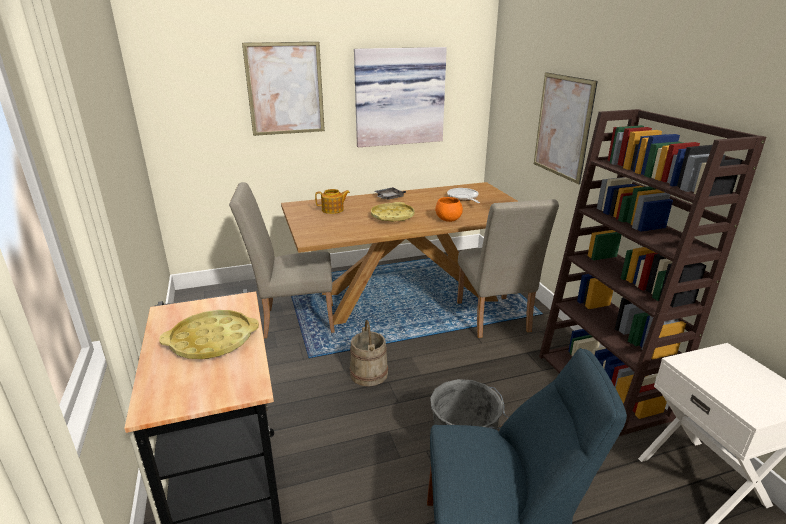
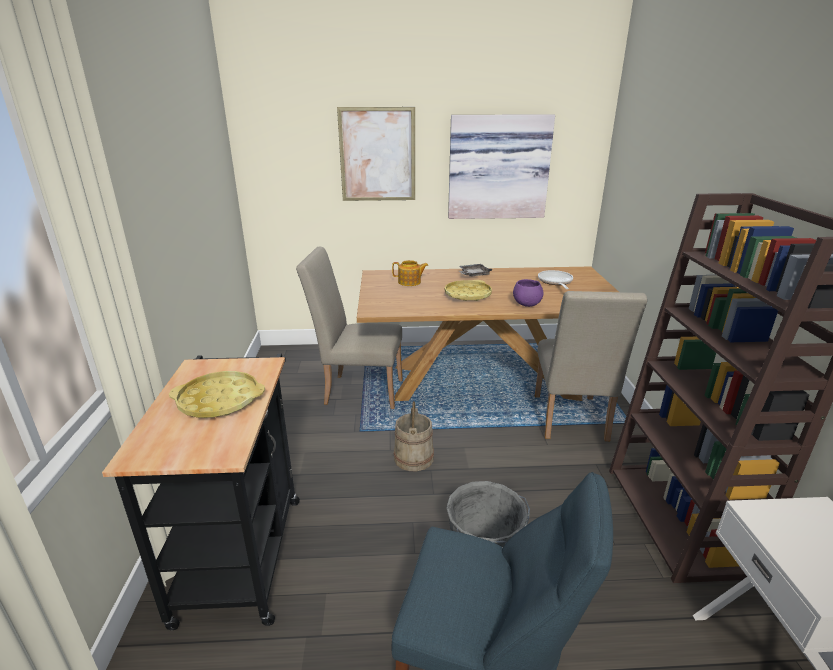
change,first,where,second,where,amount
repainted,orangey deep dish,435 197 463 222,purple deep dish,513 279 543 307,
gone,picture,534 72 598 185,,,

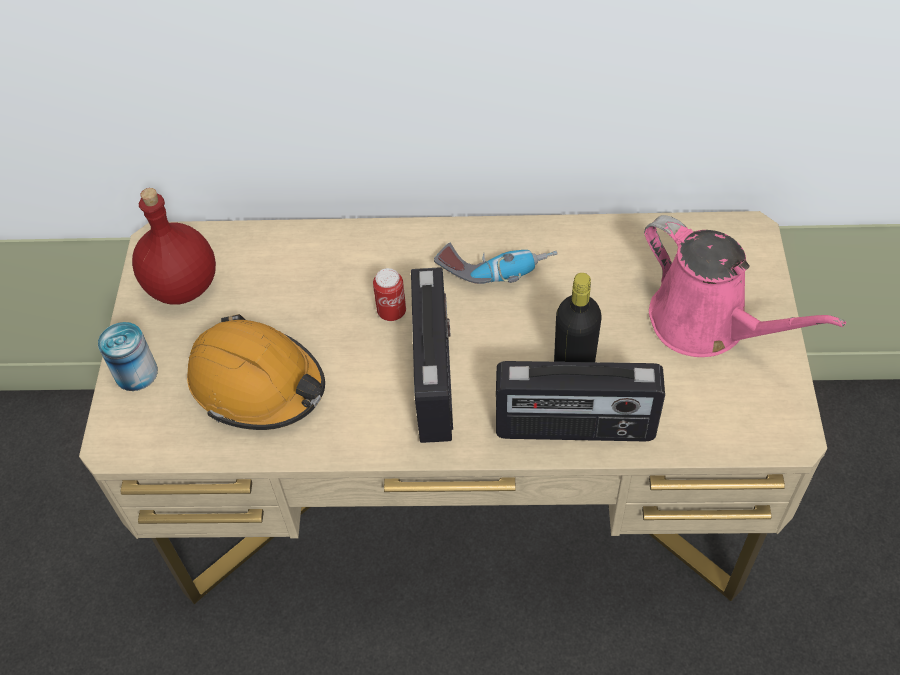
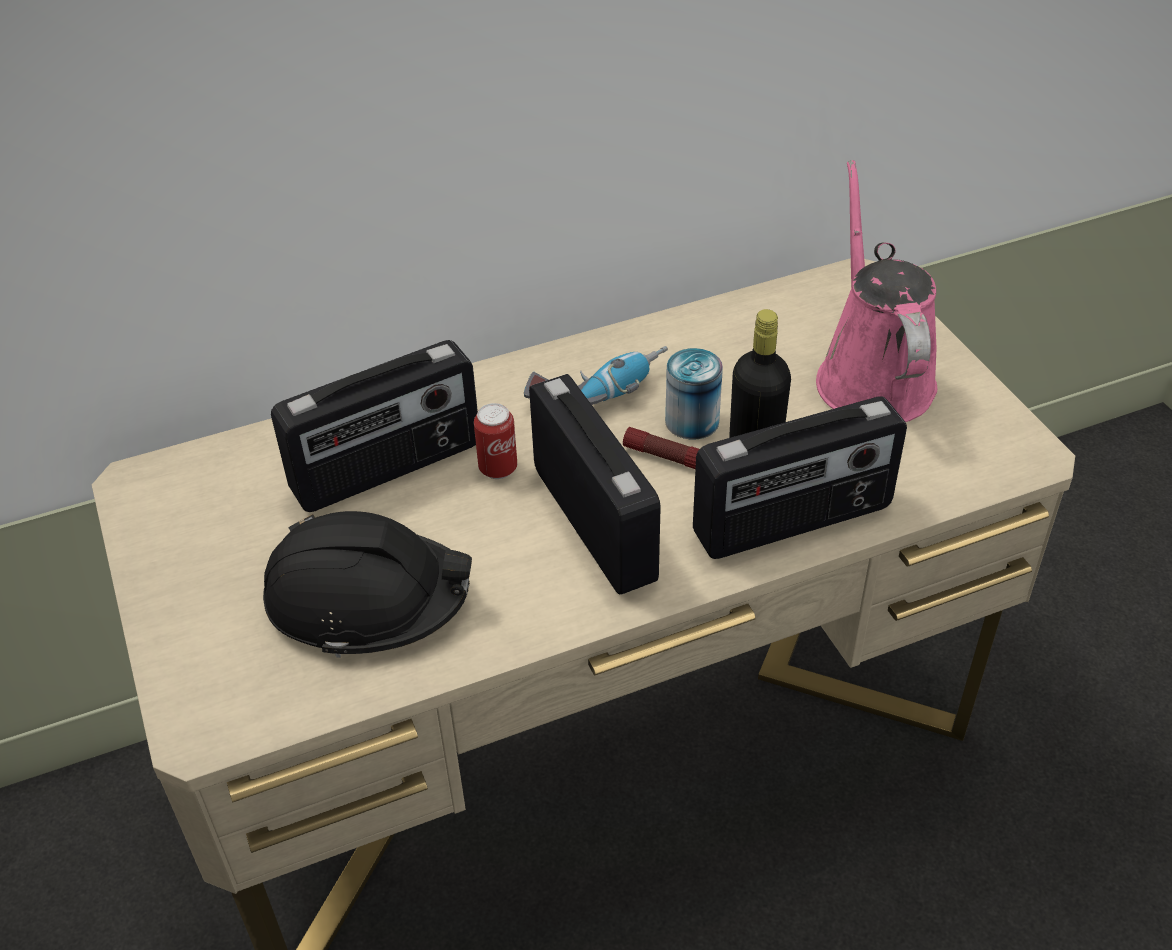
change,first,where,second,where,amount
shifted,can,98 322 158 391,,665 348 723 440,
gone,red beverage bottle,132 188 216 305,,,
repainted,orangey work helmet,187 314 325 430,blackish work helmet,263 511 472 658,
rotated,pink-coloured watering can,644 215 846 357,,816 160 937 422,120 degrees counterclockwise
new,,,radio set,271 340 478 512,
new,,,flashlight,623 427 700 469,

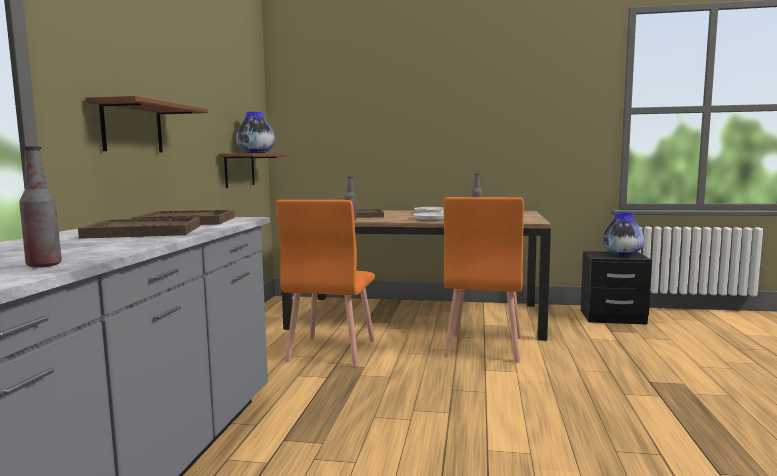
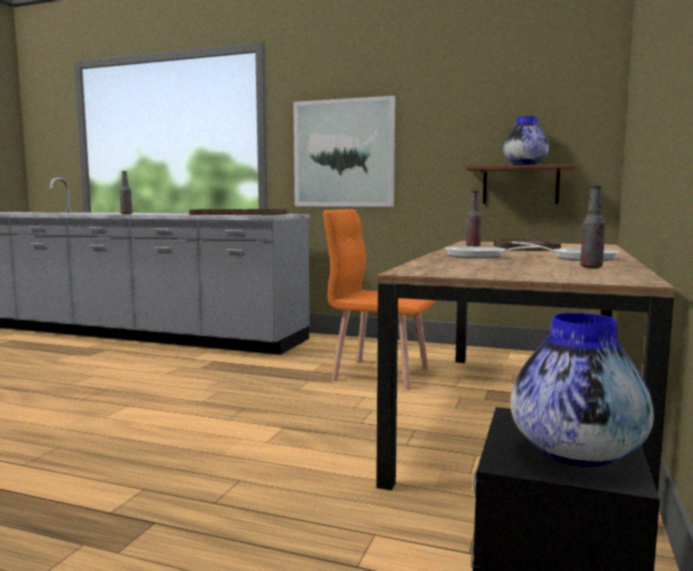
change,first,where,second,where,amount
swapped,bracket shelf,85 96 208 152,picture,293 96 395 207,
gone,orangey upright chair,444 197 524 363,,,

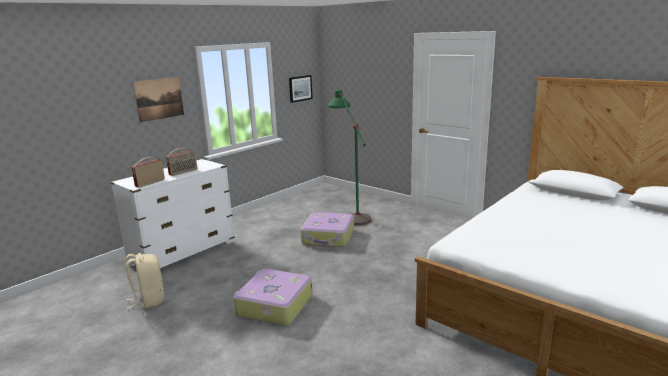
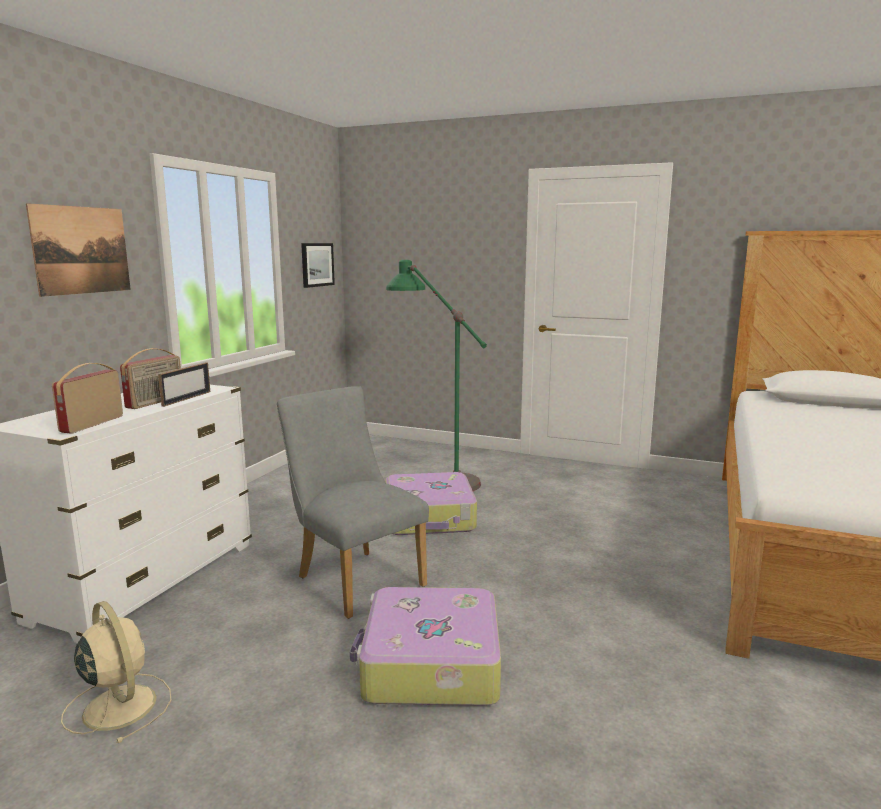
change,first,where,second,where,amount
swapped,sand-coloured backpack,126 253 164 309,sand-coloured cooling fan,61 601 172 743,
new,,,standing frame,158 362 210 407,
new,,,gray upright chair,277 386 429 619,

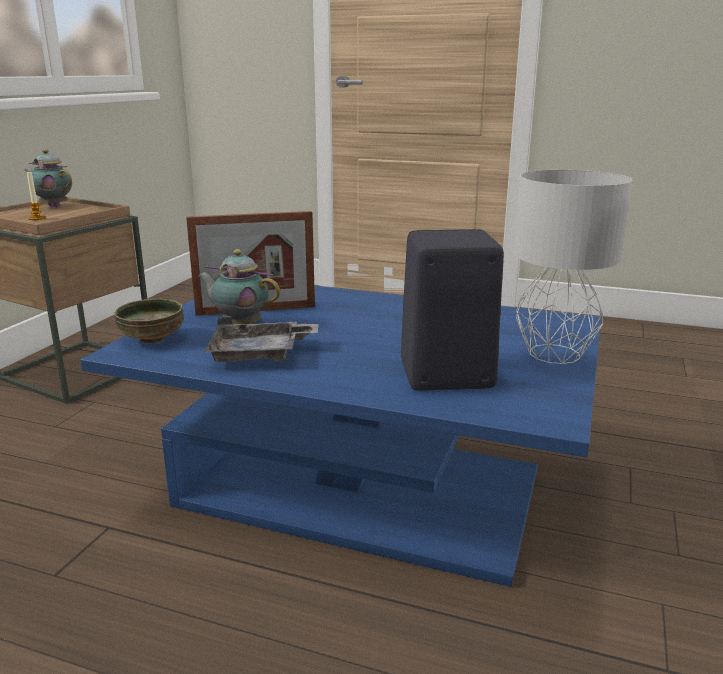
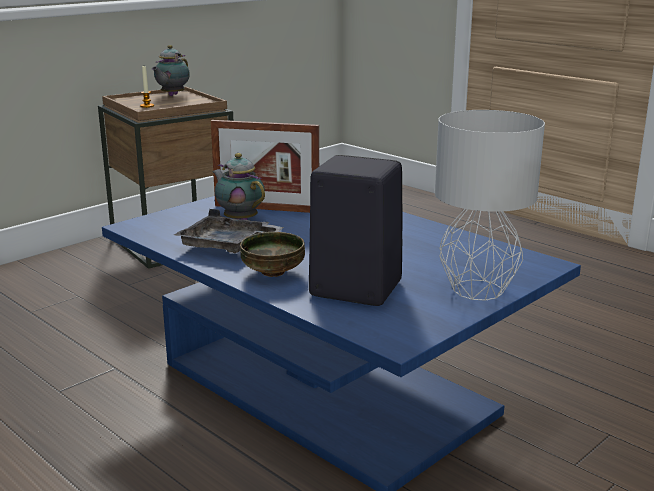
change,first,where,second,where,amount
rotated,tea pot,25 149 72 207,,152 45 190 96,120 degrees counterclockwise
shifted,deep dish,114 299 184 343,,240 232 305 277,

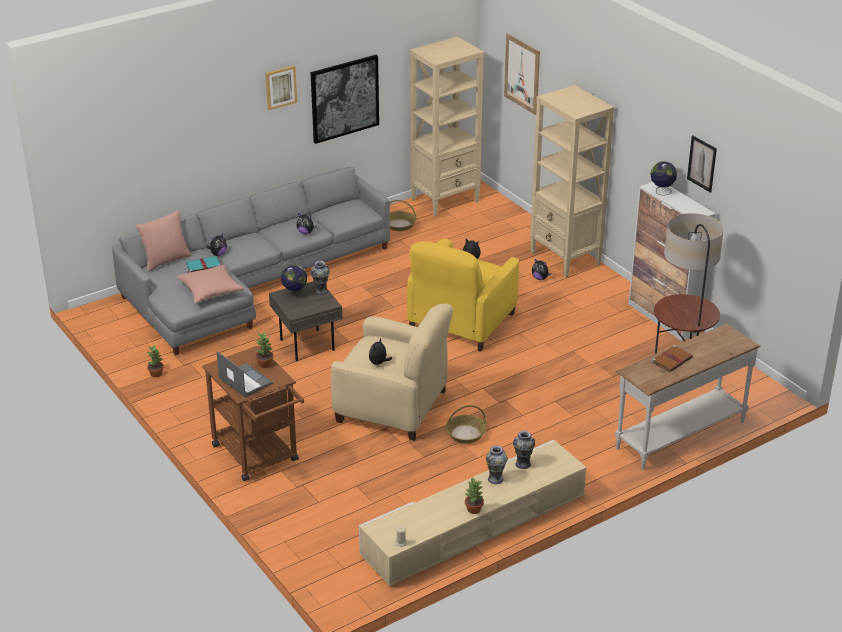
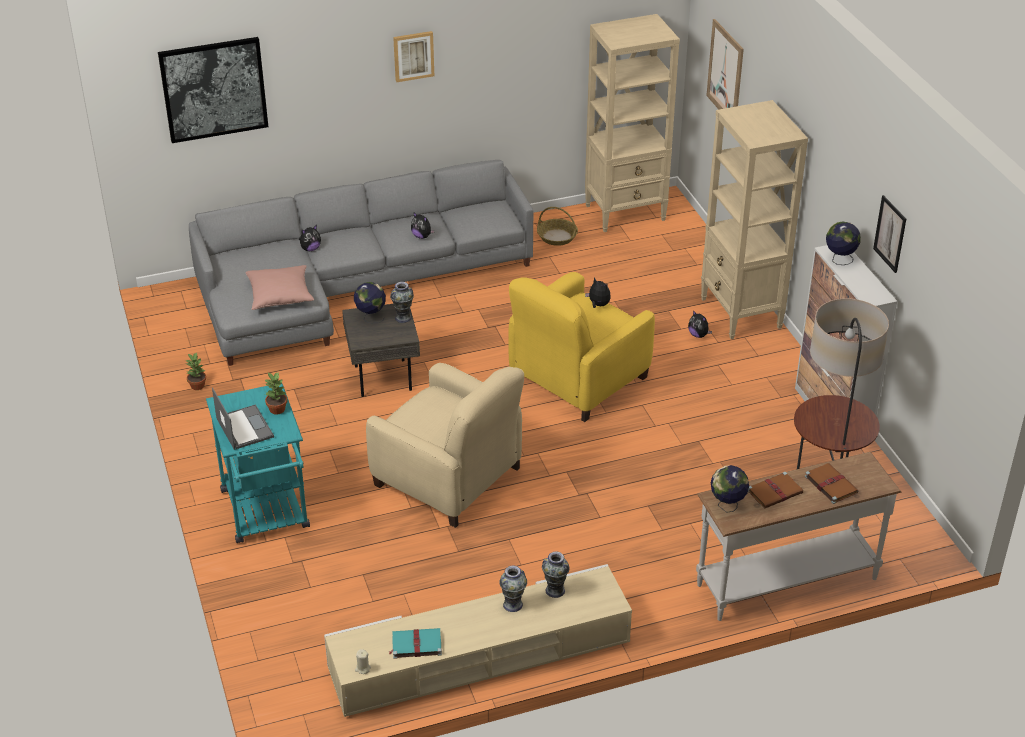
change,first,where,second,where,amount
gone,pink-coloured cushion,136 210 192 272,,,
shifted,turquoise-coloured bound book,186 256 221 273,,389 628 442 659,
repainted,brown wheeled cart,202 345 304 481,turquoise-coloured wheeled cart,206 383 310 543,
shifted,picture,311 55 379 144,,158 37 268 143,
gone,soft toy,369 338 392 365,,,
gone,household basket,445 405 487 444,,,
gone,houseplant,465 478 484 514,,,
new,,,desk globe,711 465 749 513,
new,,,brown bound book,805 463 859 504,

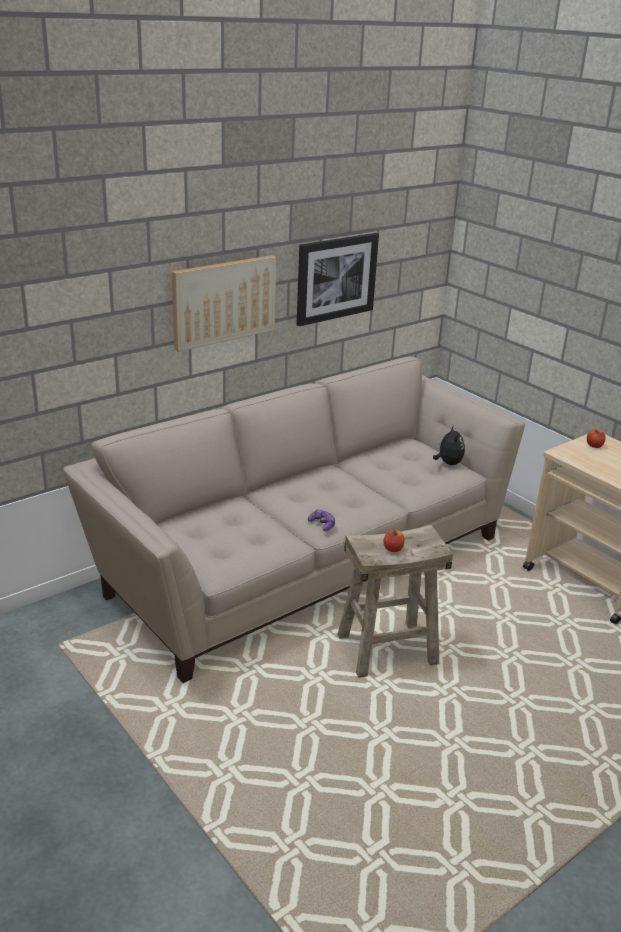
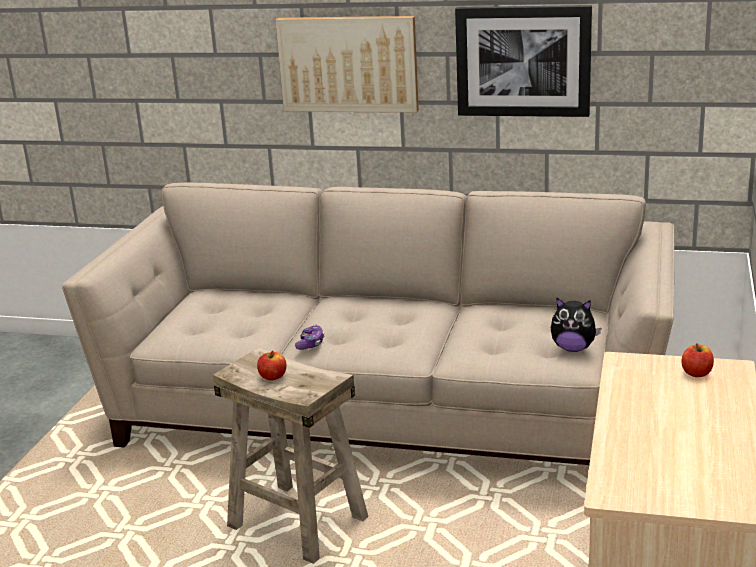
change,first,where,second,where,amount
rotated,soft toy,433 425 465 465,,551 298 601 352,60 degrees clockwise

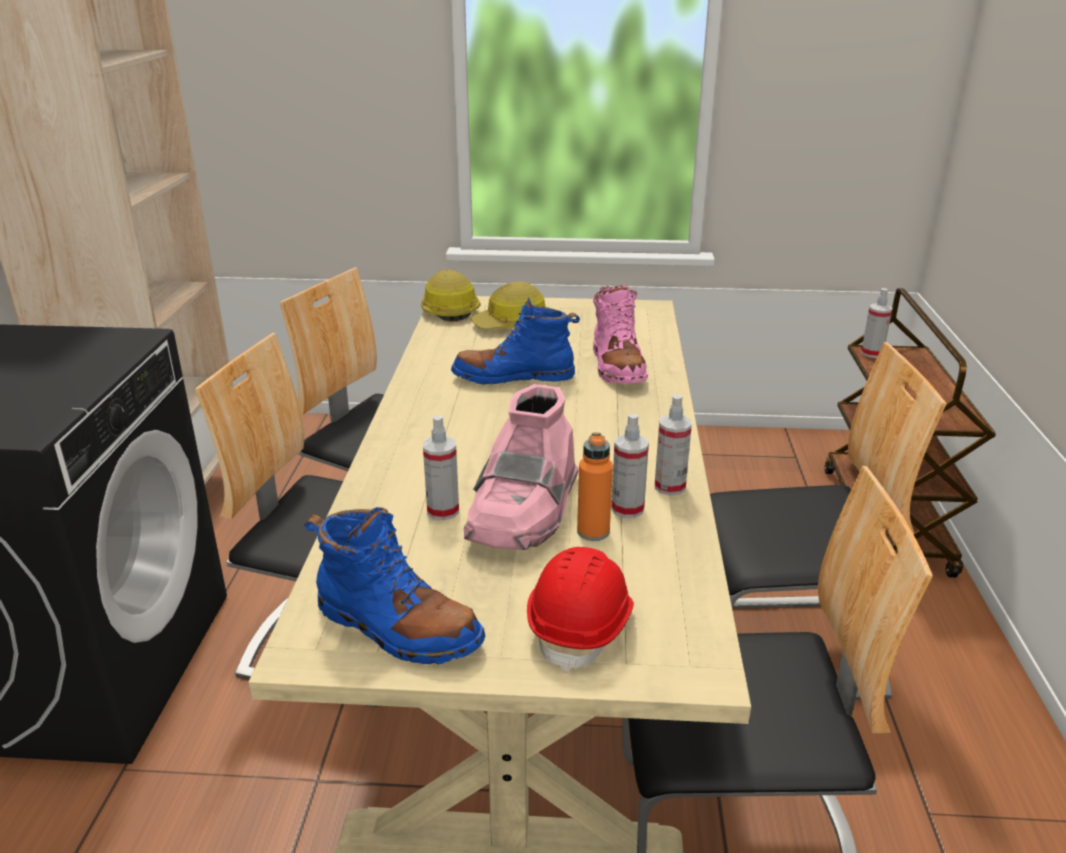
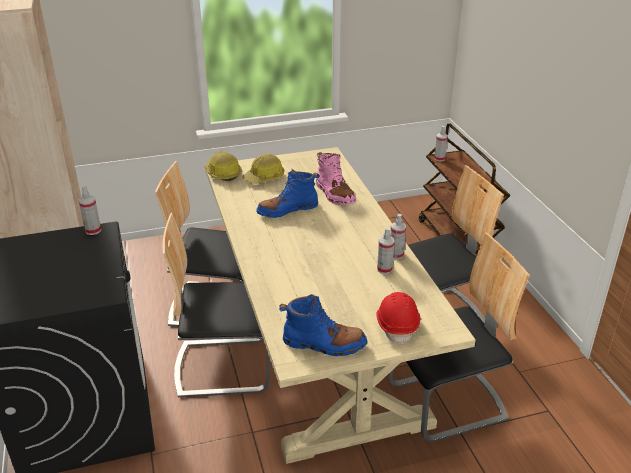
change,first,where,second,where,amount
shifted,sprayer,423 416 459 520,,79 186 101 235,
gone,pink-coloured high-top boot,464 384 579 550,,,
gone,orangey beverage bottle,577 432 613 541,,,

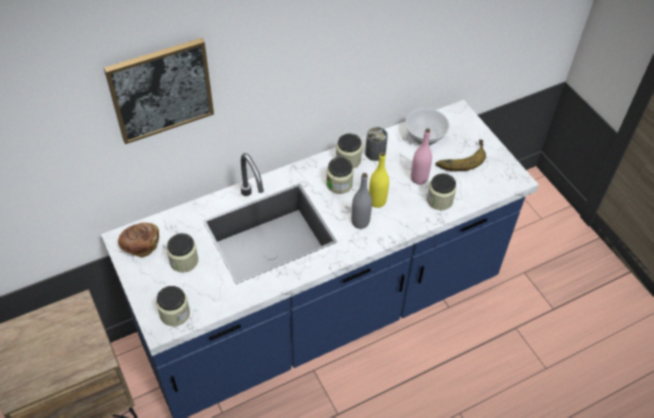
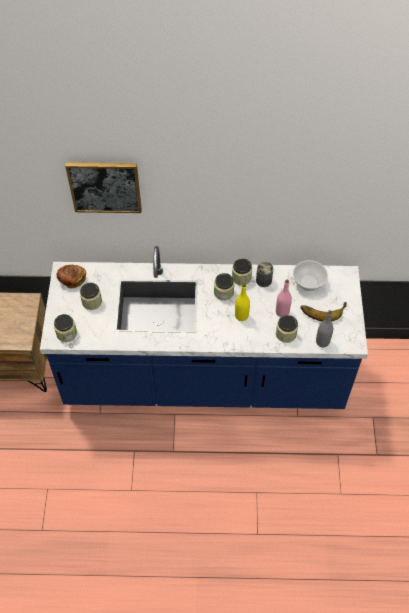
change,first,where,second,where,amount
shifted,gray beverage bottle,351 173 372 229,,316 310 333 347,

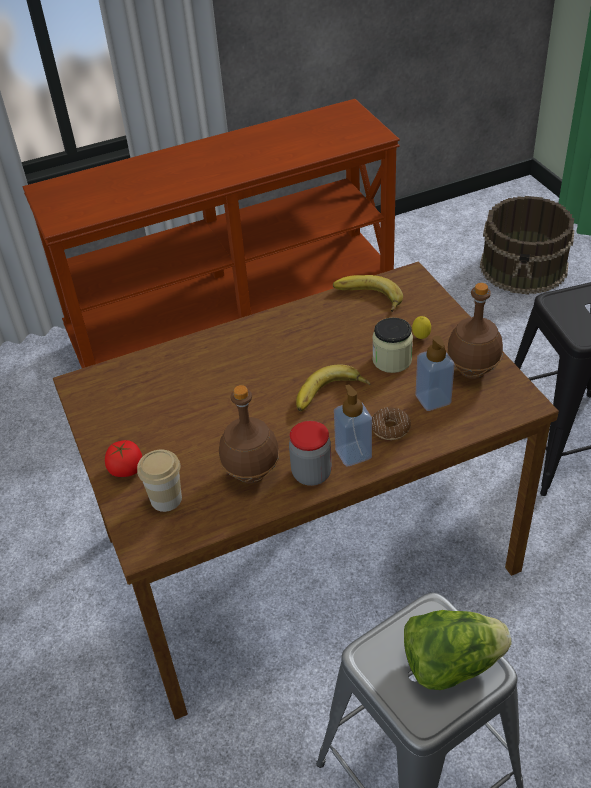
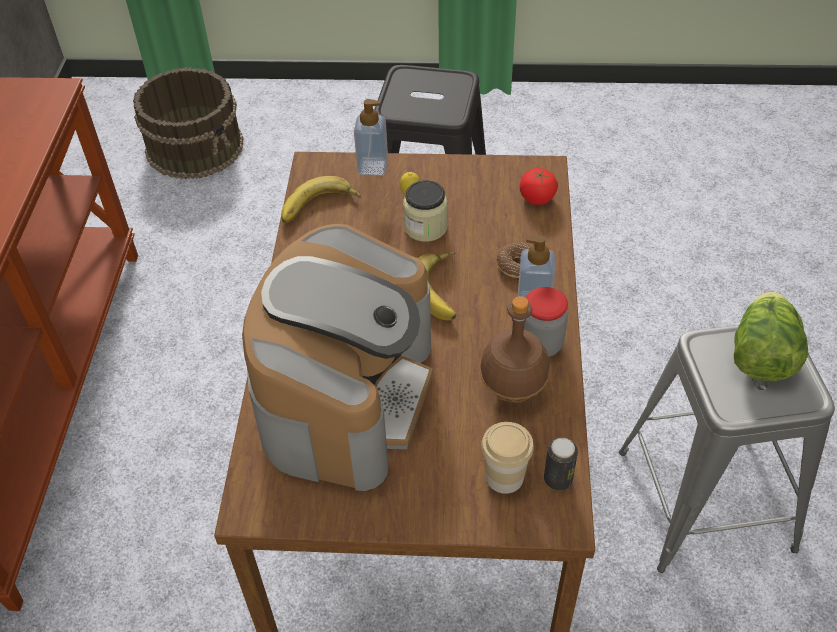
change,first,where,second,where,amount
shifted,whole tomato,105 440 142 477,,520 168 558 205,
shifted,soap dispenser,416 336 454 411,,354 99 388 176,
gone,brown beverage bottle,447 283 503 379,,,
new,,,coffee maker,242 224 433 491,
new,,,can,544 438 578 491,

